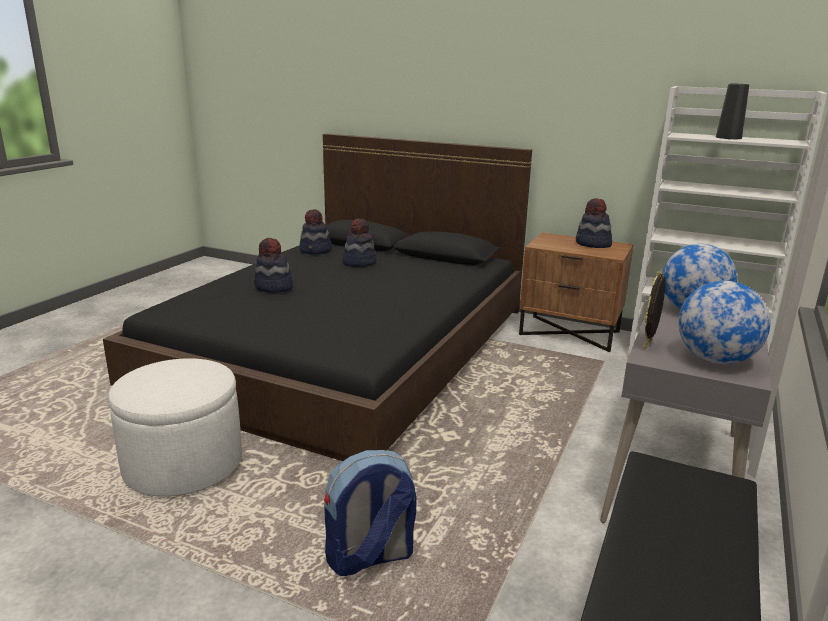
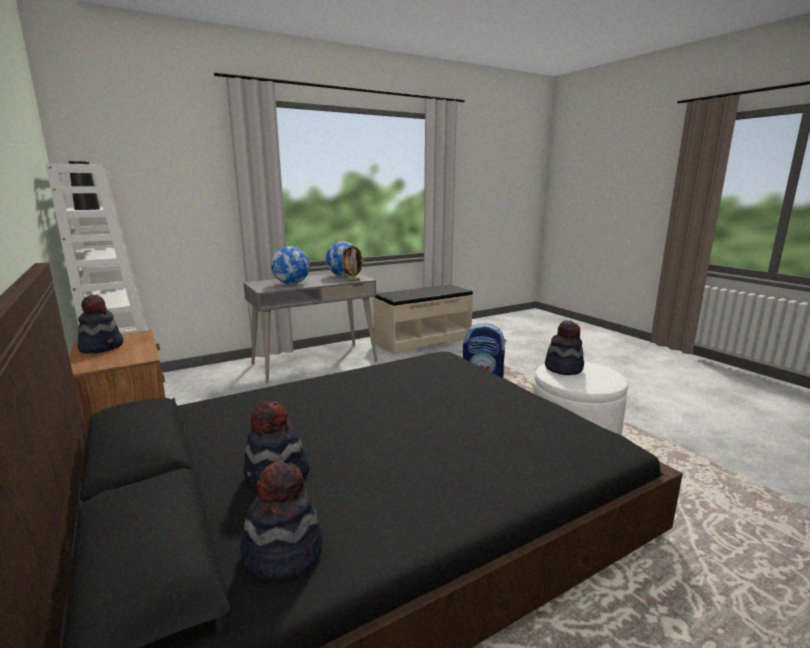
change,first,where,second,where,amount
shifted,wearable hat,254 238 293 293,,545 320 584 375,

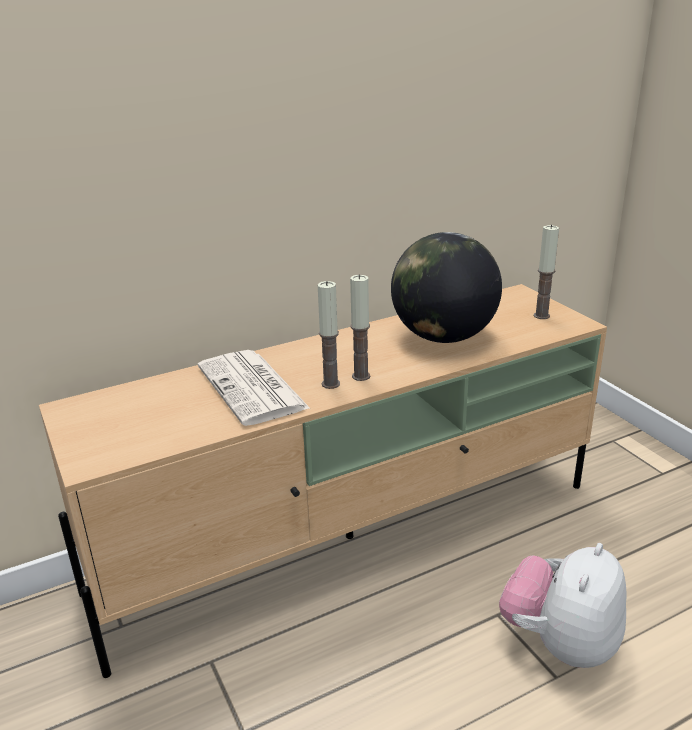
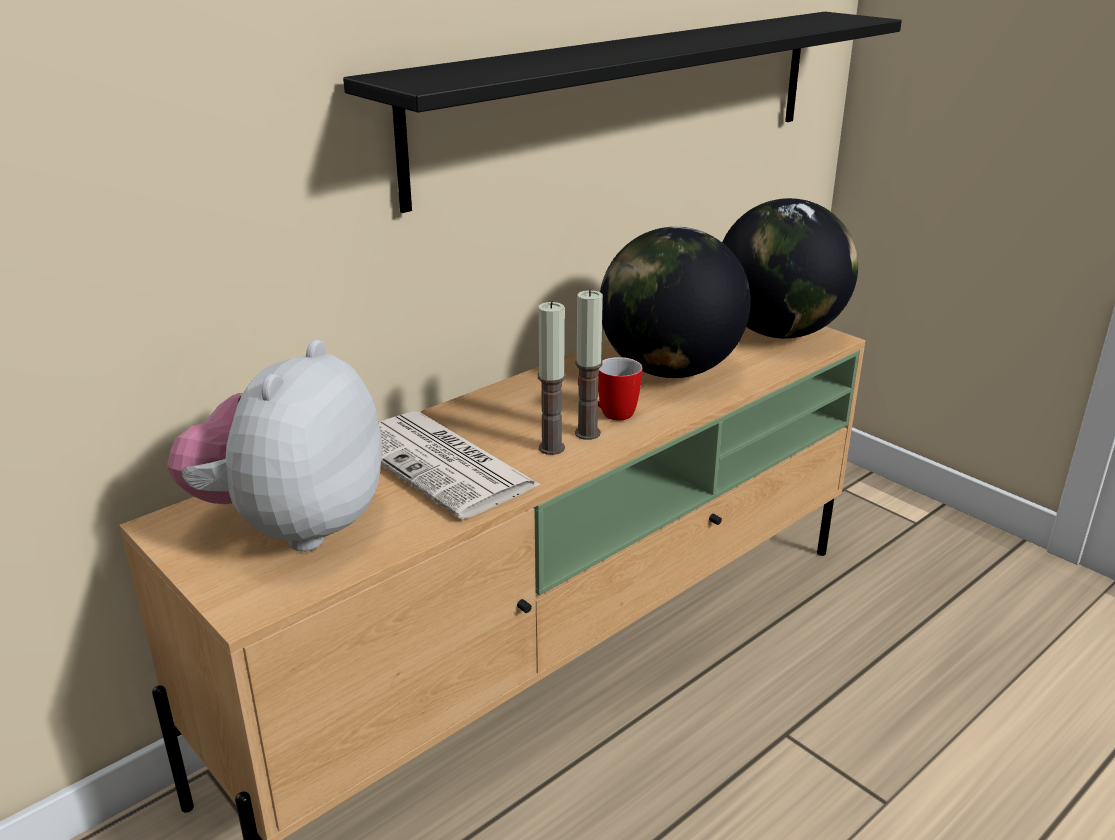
change,first,where,second,where,amount
shifted,soft toy,499 543 627 668,,167 340 382 552,
swapped,wax light,534 224 559 319,desk globe,722 198 858 339,
new,,,blackish bracket shelf,343 12 902 213,
new,,,tea mug,578 357 643 421,

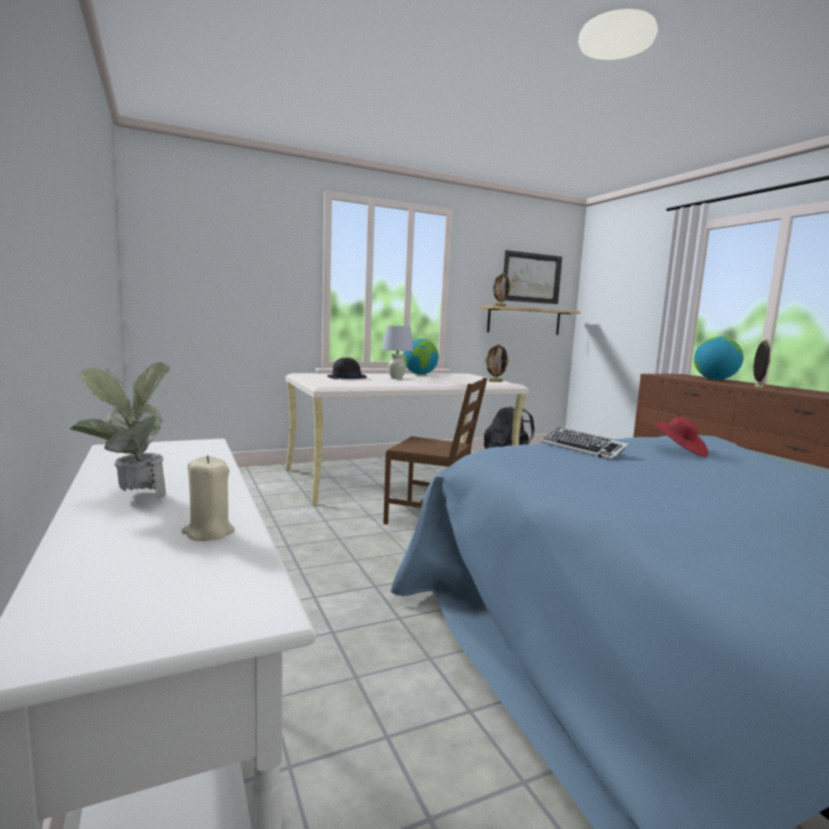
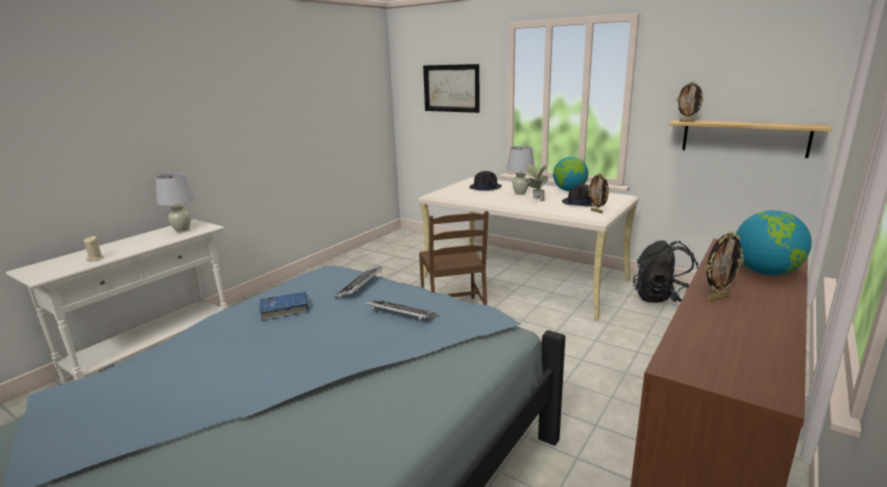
change,first,where,second,where,amount
shifted,houseplant,70 362 170 498,,525 165 548 201,
shifted,picture,504 250 562 304,,423 64 480 113,
swapped,red wearable hat,653 417 708 457,PC keyboard,366 300 438 320,
new,,,white table lamp,155 173 195 232,
new,,,blue bound book,259 292 309 320,
new,,,blackish wearable hat,562 184 593 207,

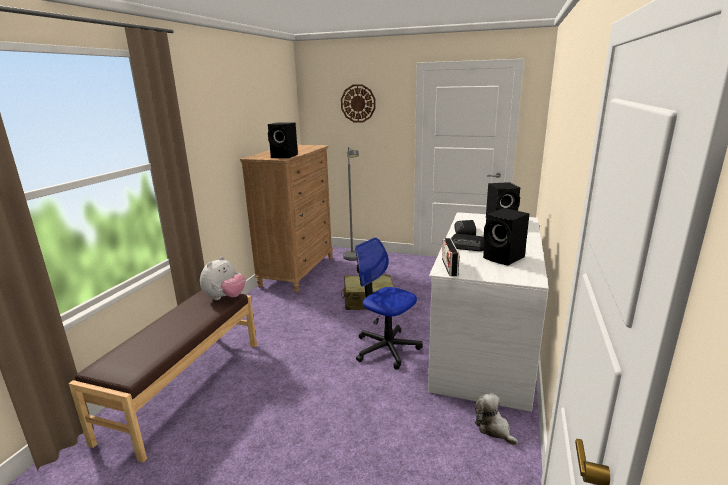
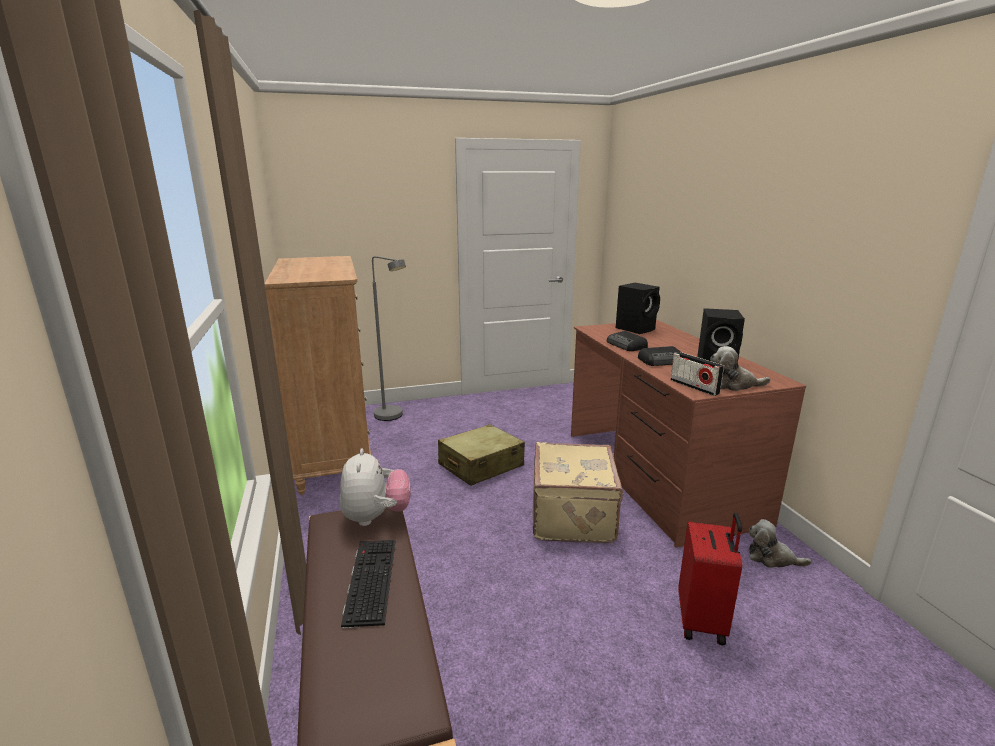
change,first,where,second,where,amount
gone,blackish speaker,268 122 298 158,,,
gone,hanging clock,341 84 376 123,,,
swapped,office chair,355 238 423 370,sand-coloured suitcase,533 442 624 543,
repainted,white desk table,428 212 549 412,brown desk table,571 320 806 548,
new,,,PC keyboard,341 540 395 629,
new,,,red suitcase,678 512 742 645,
new,,,soft toy,710 346 771 391,

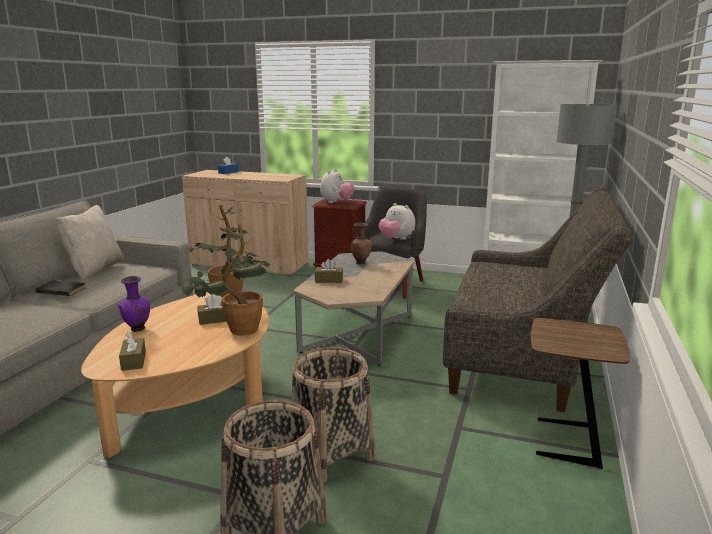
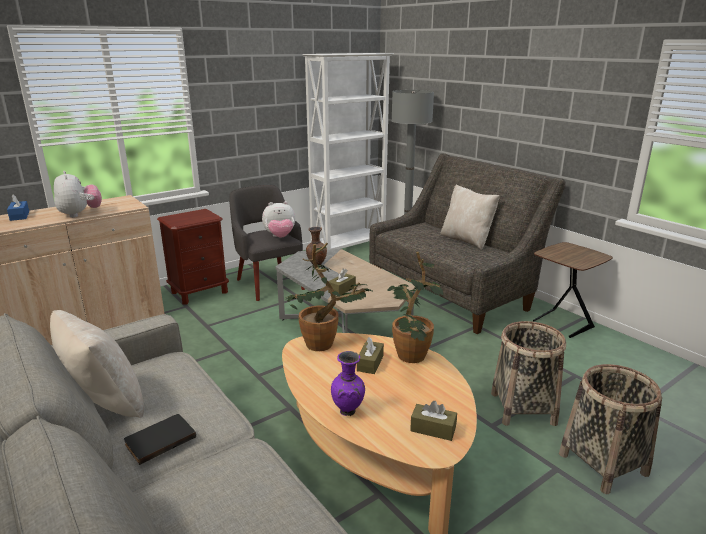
change,first,where,second,where,amount
shifted,soft toy,320 169 354 203,,54 171 102 218,
new,,,sand-coloured cushion,440 184 499 250,

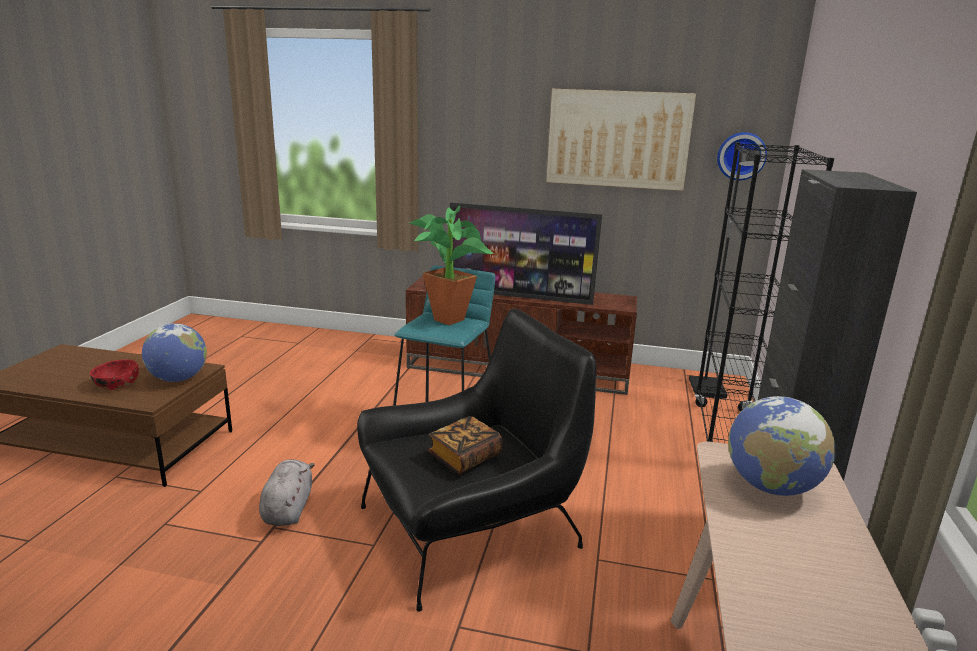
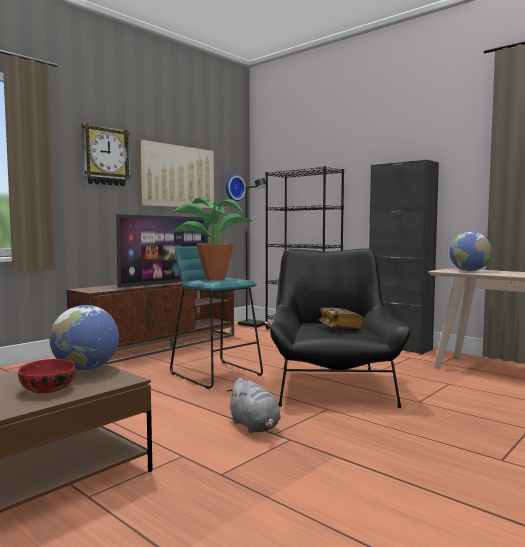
change,first,where,second,where,amount
rotated,gray soft toy,259 459 315 526,,227 378 281 433,150 degrees counterclockwise
new,,,hanging clock,81 123 131 186,

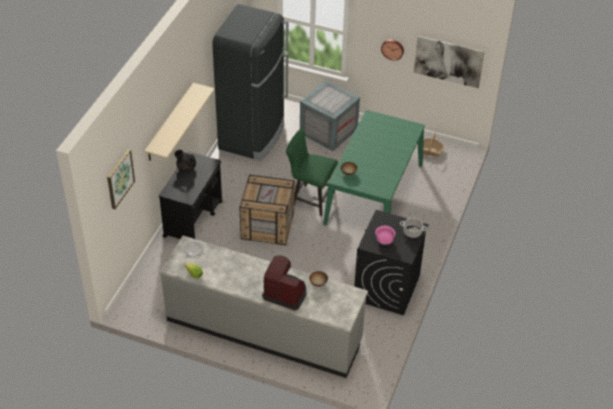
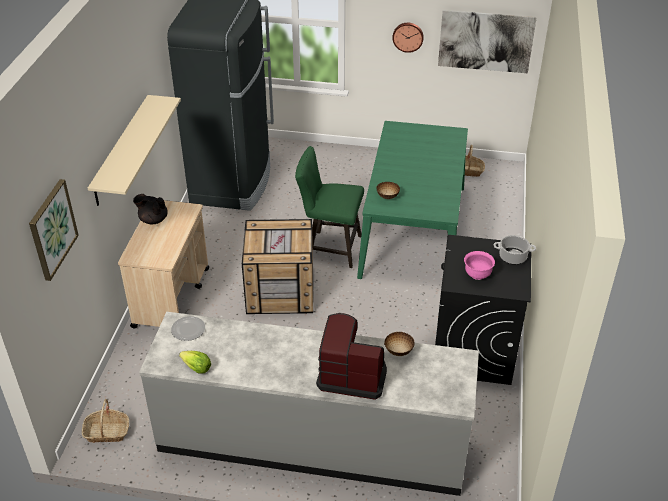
change,first,where,second,where,amount
repainted,blackish wheeled cart,159 152 223 239,sand-coloured wheeled cart,118 200 209 329,
gone,packing crate,300 80 360 151,,,
new,,,household basket,82 399 129 443,

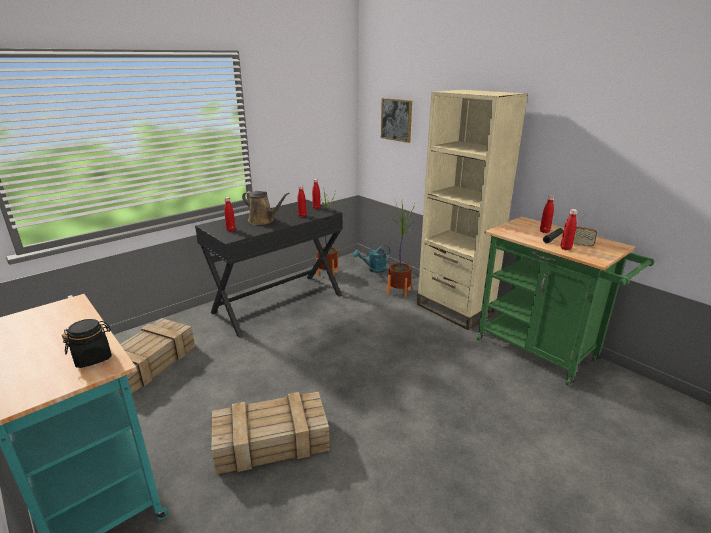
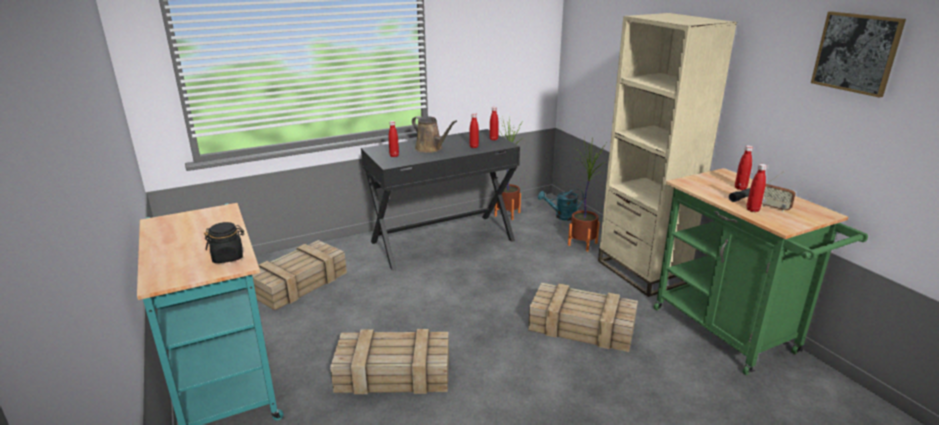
change,first,where,second,where,amount
shifted,picture,381 98 412 143,,811 11 906 98,
new,,,packing crate,528 283 638 352,

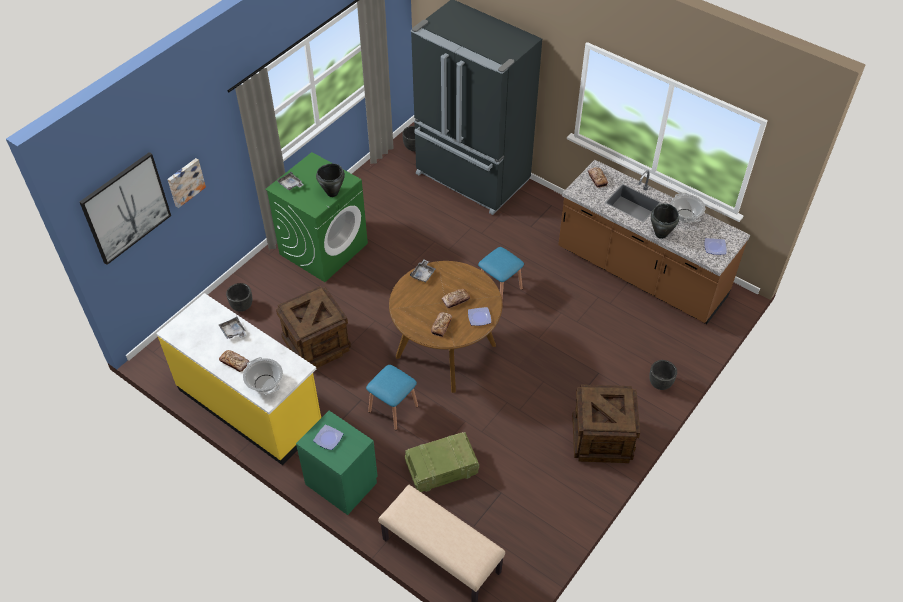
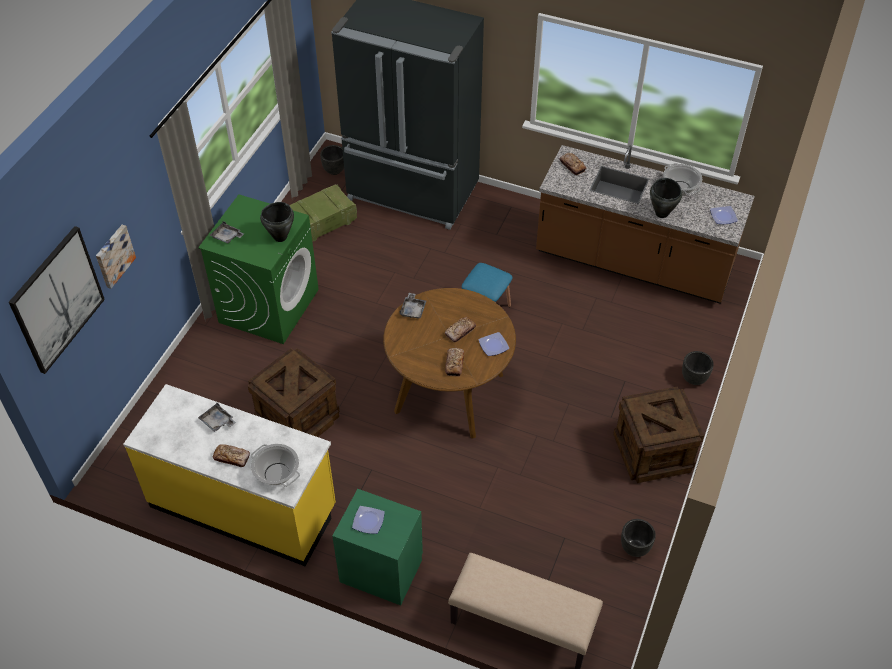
change,first,where,second,where,amount
shifted,blackish plant pot,226 283 252 312,,621 519 656 557,
gone,blue sitting stool,366 365 418 430,,,
shifted,packing crate,405 432 479 492,,289 184 357 242,

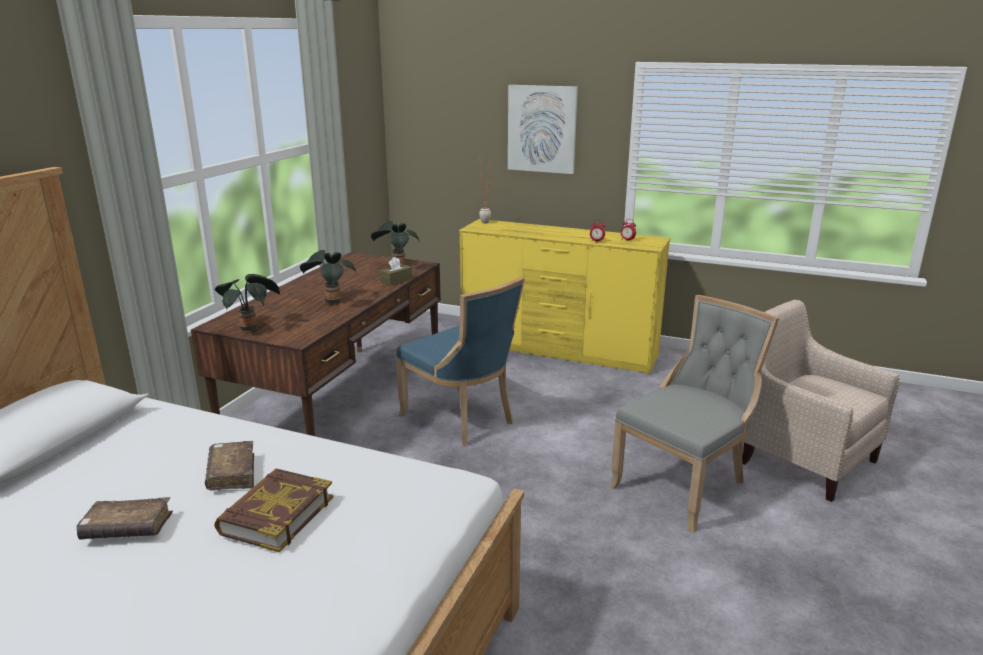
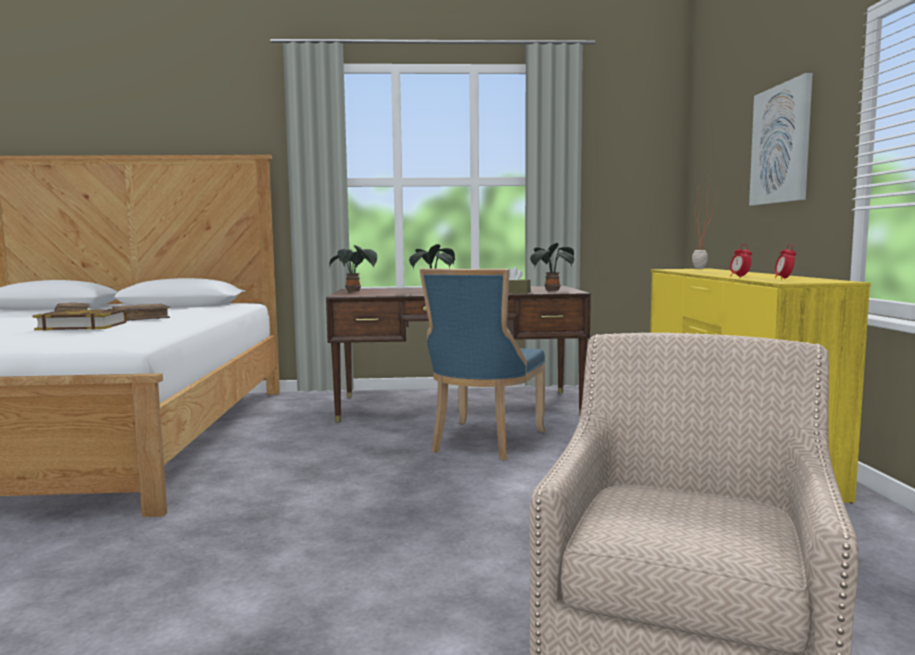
change,first,where,second,where,amount
gone,gray upright chair,609 295 779 533,,,

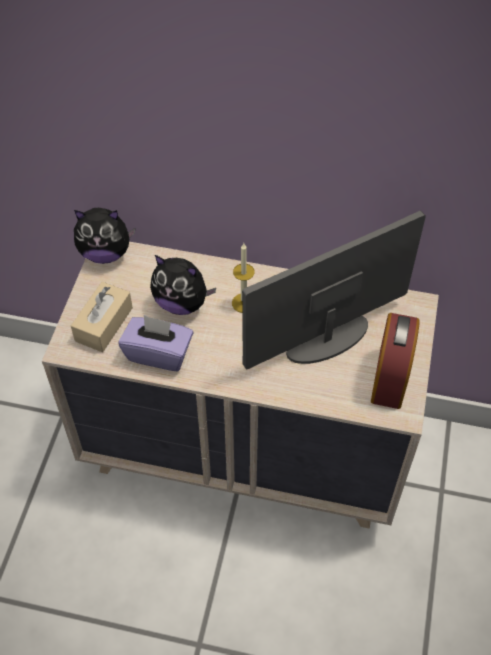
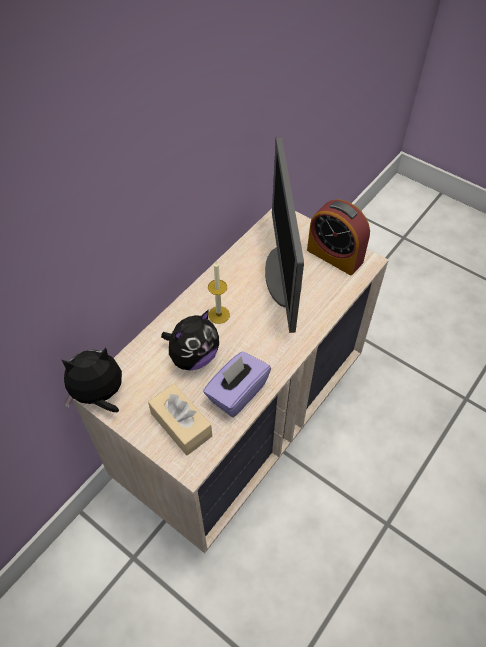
change,first,where,second,where,amount
rotated,soft toy,74 208 135 264,,62 348 122 412,135 degrees counterclockwise

